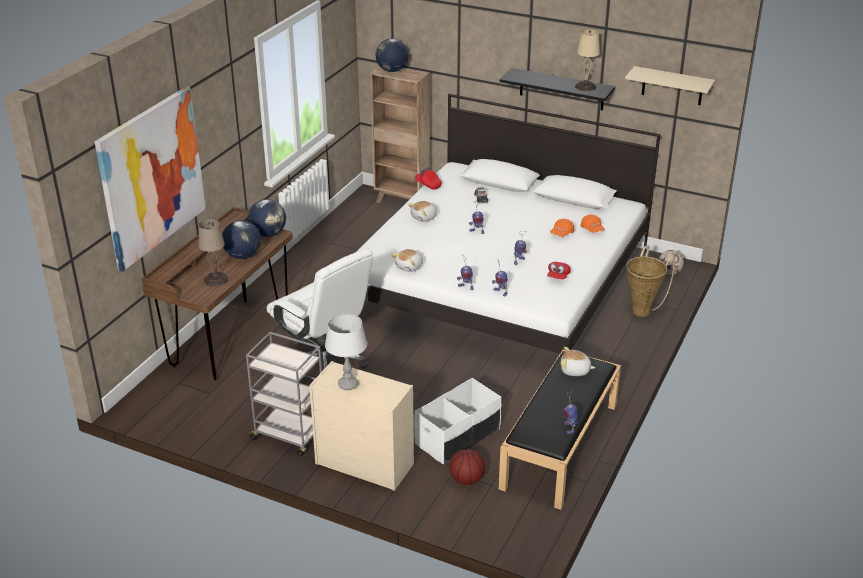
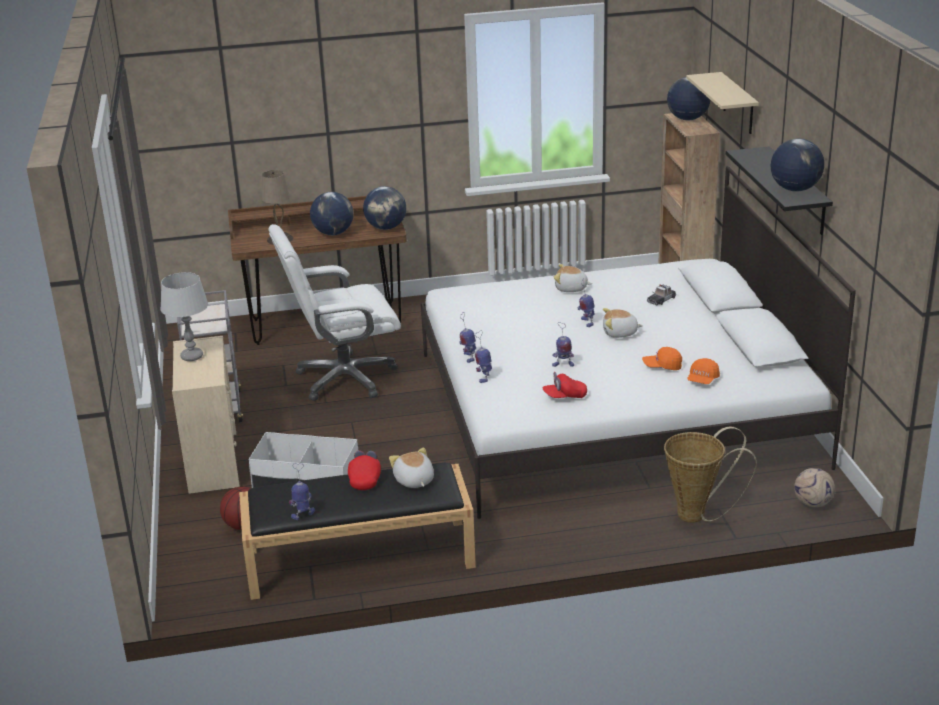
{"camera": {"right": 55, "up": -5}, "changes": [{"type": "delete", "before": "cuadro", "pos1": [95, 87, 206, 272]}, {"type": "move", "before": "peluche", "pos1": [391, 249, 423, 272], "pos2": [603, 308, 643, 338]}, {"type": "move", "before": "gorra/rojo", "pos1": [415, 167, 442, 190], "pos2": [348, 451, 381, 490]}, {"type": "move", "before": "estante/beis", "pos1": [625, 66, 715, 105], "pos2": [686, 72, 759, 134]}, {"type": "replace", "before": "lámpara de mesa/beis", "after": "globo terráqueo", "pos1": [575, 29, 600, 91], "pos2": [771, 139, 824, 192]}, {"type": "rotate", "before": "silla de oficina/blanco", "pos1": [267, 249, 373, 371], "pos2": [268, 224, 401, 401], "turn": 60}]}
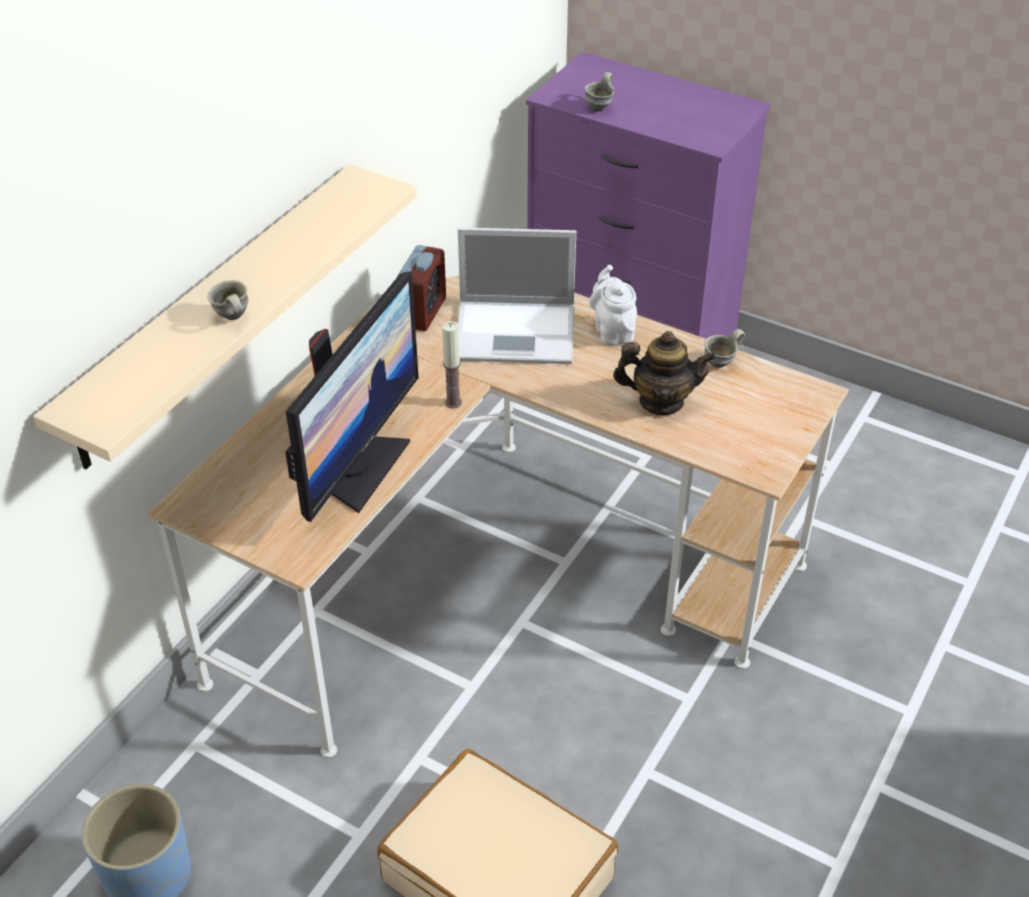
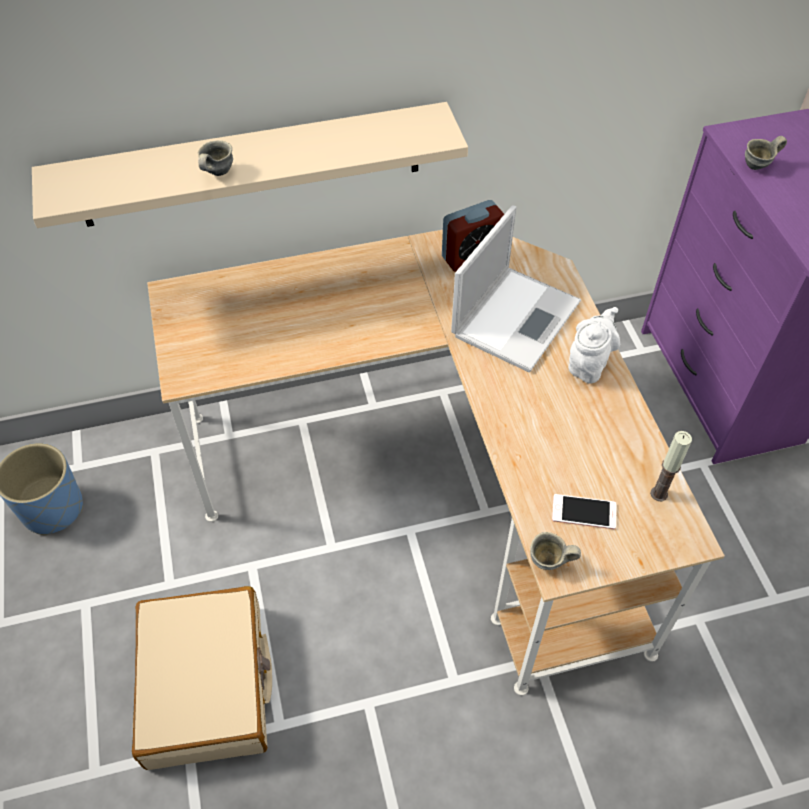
{"camera": {"right": 45, "up": 10}, "changes": [{"type": "delete", "before": "monitor", "pos1": [285, 271, 419, 522]}, {"type": "delete", "before": "tetera", "pos1": [613, 331, 716, 415]}, {"type": "insert", "after": "móvil", "pos2": [552, 494, 617, 529]}, {"type": "move", "before": "vela", "pos1": [442, 321, 462, 409], "pos2": [650, 431, 692, 501]}, {"type": "move", "before": "taza grande/gris", "pos1": [704, 329, 745, 368], "pos2": [530, 532, 581, 570]}, {"type": "rotate", "before": "portátil", "pos1": [457, 227, 576, 364], "pos2": [451, 206, 581, 372], "turn": -105}]}
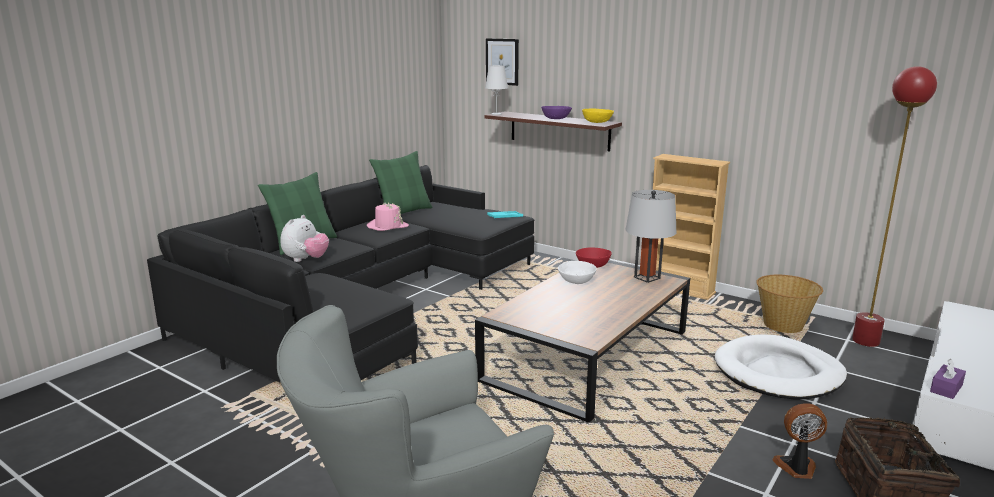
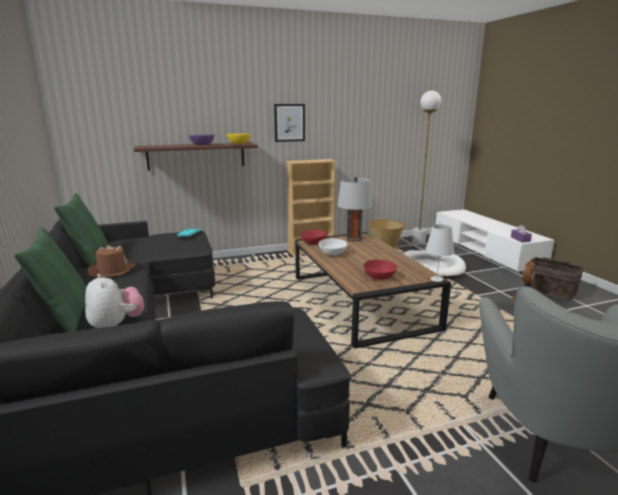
{"camera": {"right": -55, "up": 0}, "changes": [{"type": "insert", "after": "cuenco/rojo", "pos2": [363, 259, 397, 280]}, {"type": "move", "before": "lámpara de mesa/blanco", "pos1": [485, 65, 508, 115], "pos2": [425, 224, 454, 282]}, {"type": "move", "before": "cuadro", "pos1": [486, 38, 519, 86], "pos2": [274, 104, 305, 142]}, {"type": "recolor", "before": "sombrero/rosa", "after": "sombrero/marrón", "pos1": [367, 202, 409, 231], "pos2": [88, 245, 136, 278]}, {"type": "recolor", "before": "lámpara de pie/rojo", "after": "lámpara de pie/blanco", "pos1": [852, 66, 937, 347], "pos2": [412, 91, 441, 245]}]}
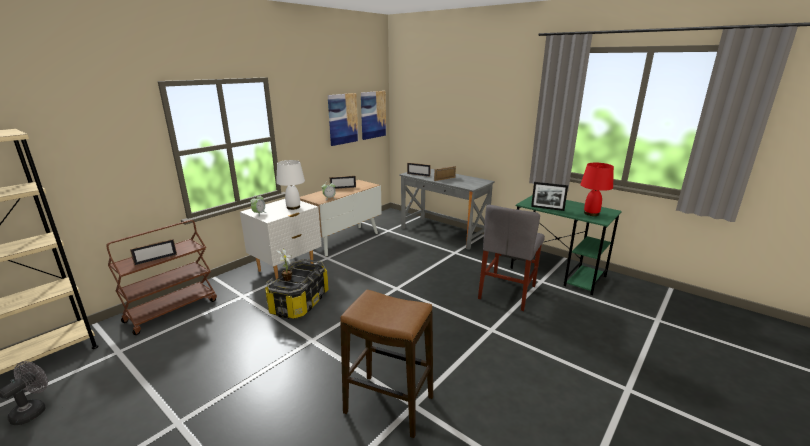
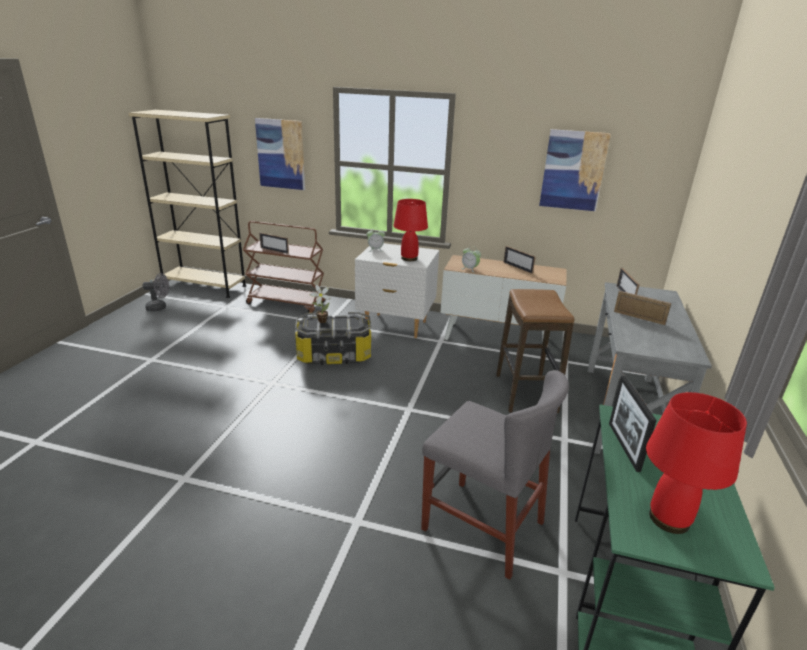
{"camera": {"right": 65, "up": 5}, "changes": [{"type": "move", "before": "taburete", "pos1": [340, 290, 433, 438], "pos2": [496, 289, 574, 413]}, {"type": "move", "before": "cuadro", "pos1": [361, 91, 386, 140], "pos2": [255, 118, 305, 190]}, {"type": "recolor", "before": "lámpara de mesa/blanco", "after": "lámpara de mesa/rojo", "pos1": [276, 160, 305, 210], "pos2": [394, 199, 428, 261]}, {"type": "rotate", "before": "silla/gris", "pos1": [478, 205, 545, 311], "pos2": [421, 370, 569, 580], "turn": -150}]}
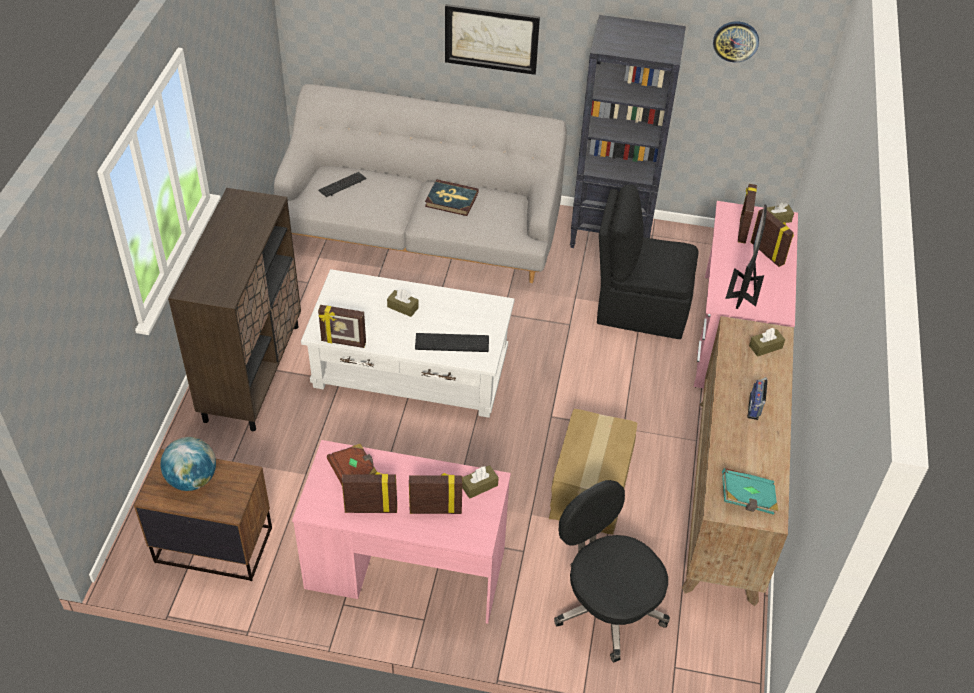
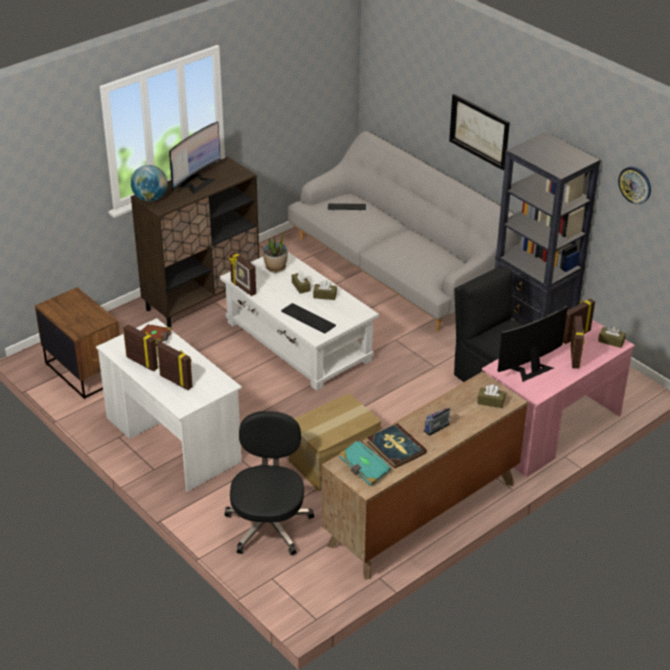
{"camera": {"right": 40, "up": -10}, "changes": [{"type": "insert", "after": "monitor", "pos2": [169, 122, 220, 194]}, {"type": "insert", "after": "planta en maceta", "pos2": [263, 232, 288, 273]}, {"type": "move", "before": "globo terráqueo", "pos1": [160, 437, 216, 491], "pos2": [131, 165, 168, 202]}, {"type": "move", "before": "libro", "pos1": [425, 179, 479, 216], "pos2": [367, 423, 426, 469]}, {"type": "move", "before": "caja de pañuelos/marrón", "pos1": [462, 465, 499, 499], "pos2": [313, 280, 337, 300]}, {"type": "recolor", "before": "escritorio/rosa", "after": "escritorio/blanco", "pos1": [292, 440, 511, 624], "pos2": [96, 318, 242, 492]}]}
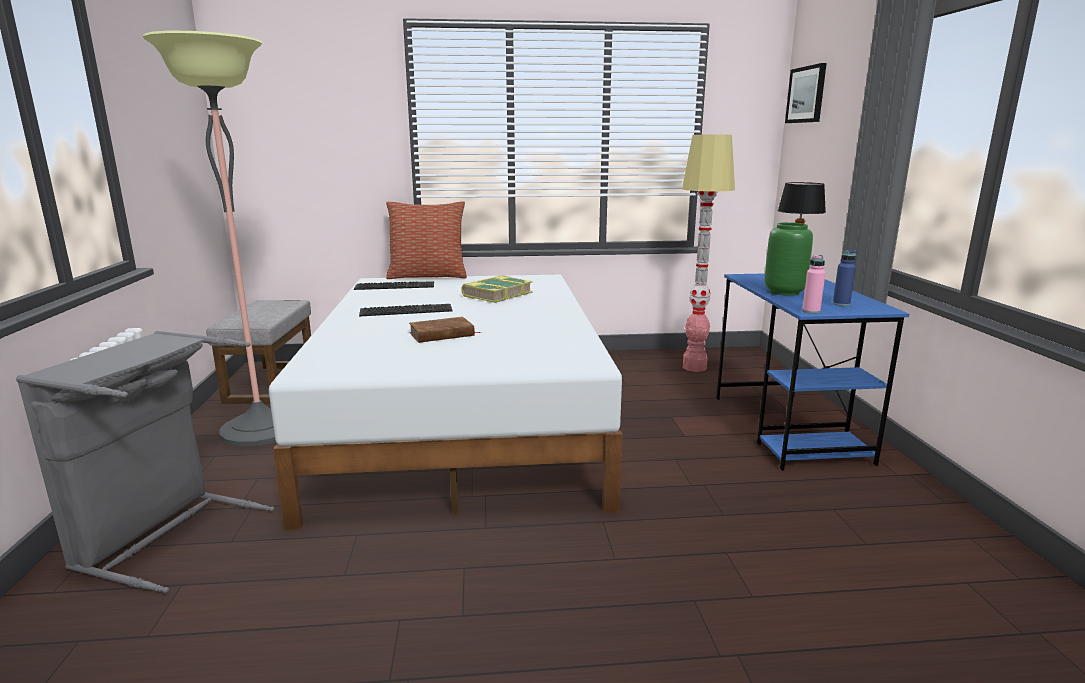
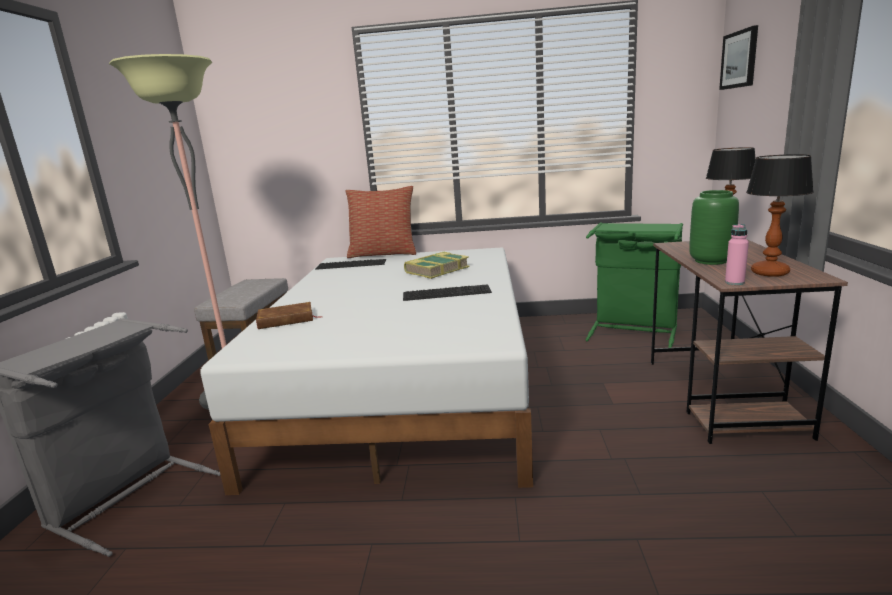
{"camera": {"right": 10, "up": 0}, "changes": [{"type": "move", "before": "teclado", "pos1": [359, 304, 452, 317], "pos2": [403, 284, 492, 301]}, {"type": "move", "before": "libro/marrón", "pos1": [409, 317, 481, 343], "pos2": [256, 302, 323, 329]}, {"type": "replace", "before": "lámpara de pie", "after": "cesto de la ropa/verde", "pos1": [682, 135, 735, 372], "pos2": [586, 222, 683, 348]}, {"type": "replace", "before": "botella/azul", "after": "lámpara de mesa", "pos1": [833, 250, 857, 306], "pos2": [746, 154, 814, 277]}, {"type": "recolor", "before": "escritorio/azul", "after": "escritorio/marrón", "pos1": [716, 273, 909, 471], "pos2": [651, 240, 848, 444]}]}
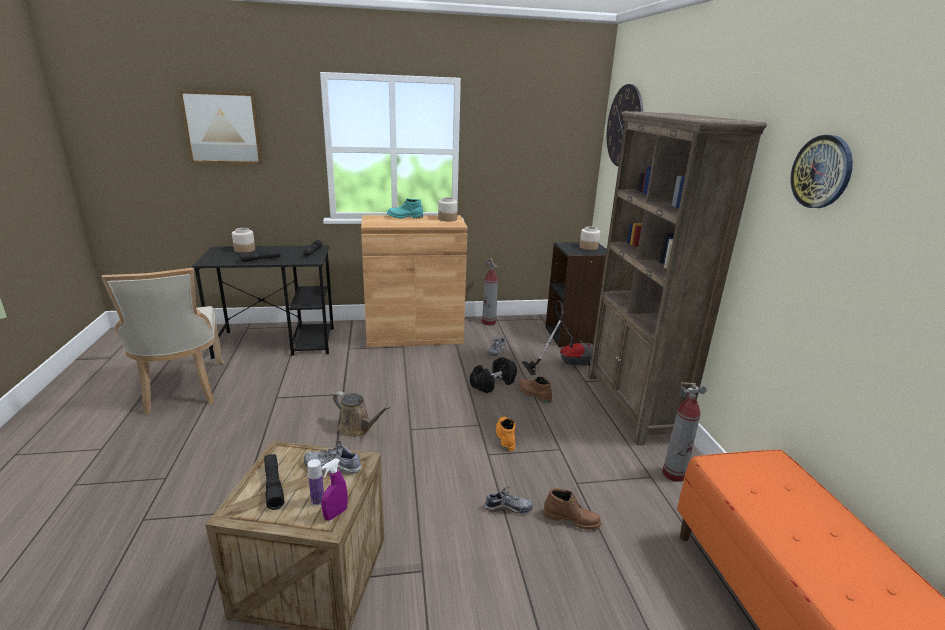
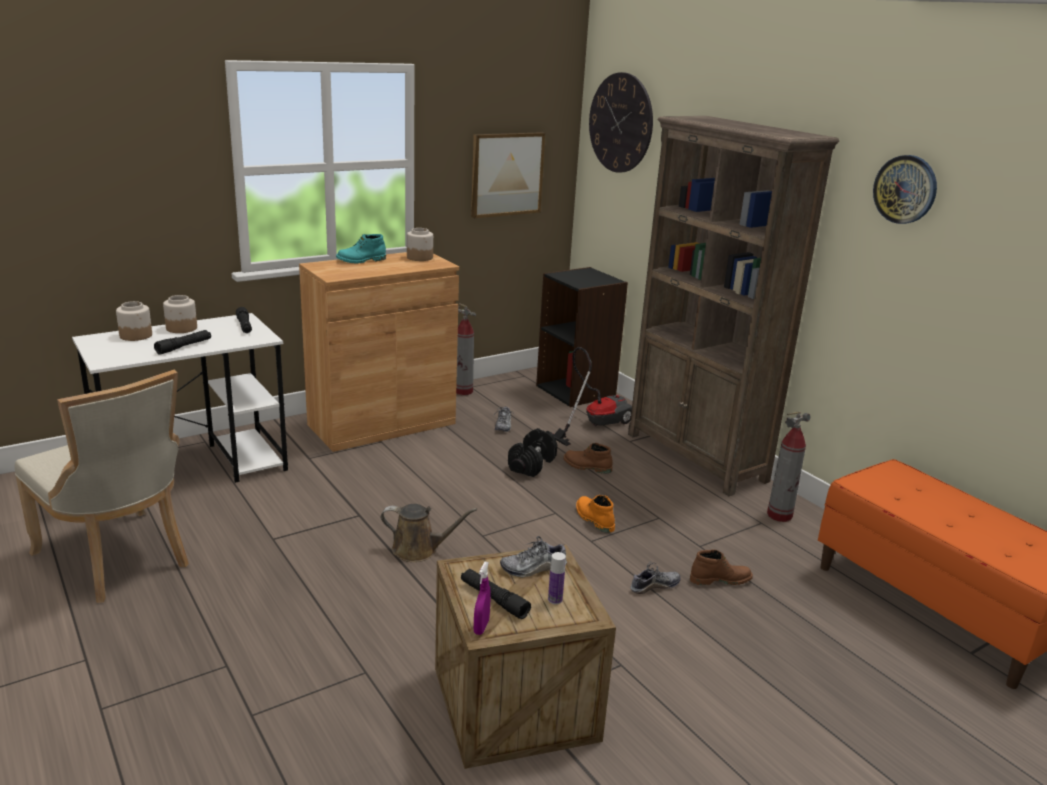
{"camera": {"right": -25, "up": 0}, "changes": [{"type": "move", "before": "cuadro", "pos1": [179, 90, 263, 164], "pos2": [471, 132, 545, 218]}, {"type": "move", "before": "pulverizador/morado", "pos1": [321, 459, 348, 521], "pos2": [474, 562, 491, 635]}, {"type": "move", "before": "tarro", "pos1": [579, 226, 600, 250], "pos2": [163, 295, 197, 333]}, {"type": "recolor", "before": "escritorio/negro", "after": "escritorio/blanco", "pos1": [192, 245, 334, 359], "pos2": [72, 313, 288, 483]}]}
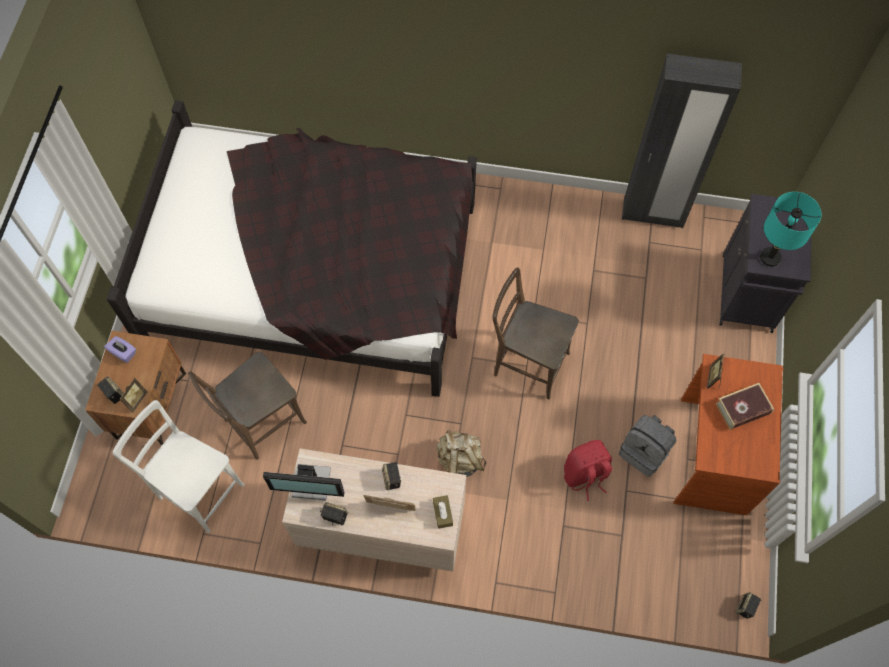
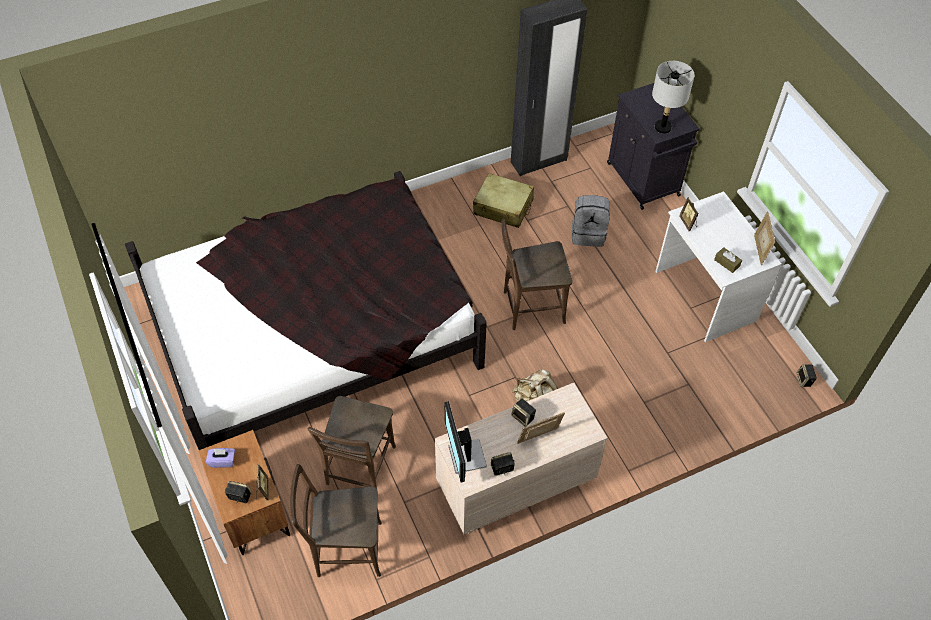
{"camera": {"right": -35, "up": -10}, "changes": [{"type": "delete", "before": "mochila/rojo", "pos1": [564, 440, 612, 501]}, {"type": "delete", "before": "libro", "pos1": [716, 383, 774, 430]}, {"type": "insert", "after": "maleta/beis", "pos2": [473, 173, 534, 228]}, {"type": "insert", "after": "portarretratos", "pos2": [754, 211, 775, 265]}, {"type": "move", "before": "caja de pañuelos/marrón", "pos1": [433, 495, 453, 529], "pos2": [714, 247, 742, 273]}, {"type": "move", "before": "mochila/gris", "pos1": [619, 415, 676, 477], "pos2": [572, 195, 610, 247]}, {"type": "recolor", "before": "silla/blanco", "after": "silla/marrón", "pos1": [113, 400, 245, 533], "pos2": [290, 464, 382, 577]}, {"type": "recolor", "before": "escritorio/marrón", "after": "escritorio/blanco", "pos1": [674, 354, 783, 515], "pos2": [655, 191, 782, 342]}, {"type": "recolor", "before": "lámpara de mesa/turquesa", "after": "lámpara de mesa/gris", "pos1": [760, 192, 821, 267], "pos2": [652, 61, 694, 134]}, {"type": "rotate", "before": "monitor", "pos1": [263, 464, 345, 500], "pos2": [445, 401, 487, 483], "turn": 105}]}
